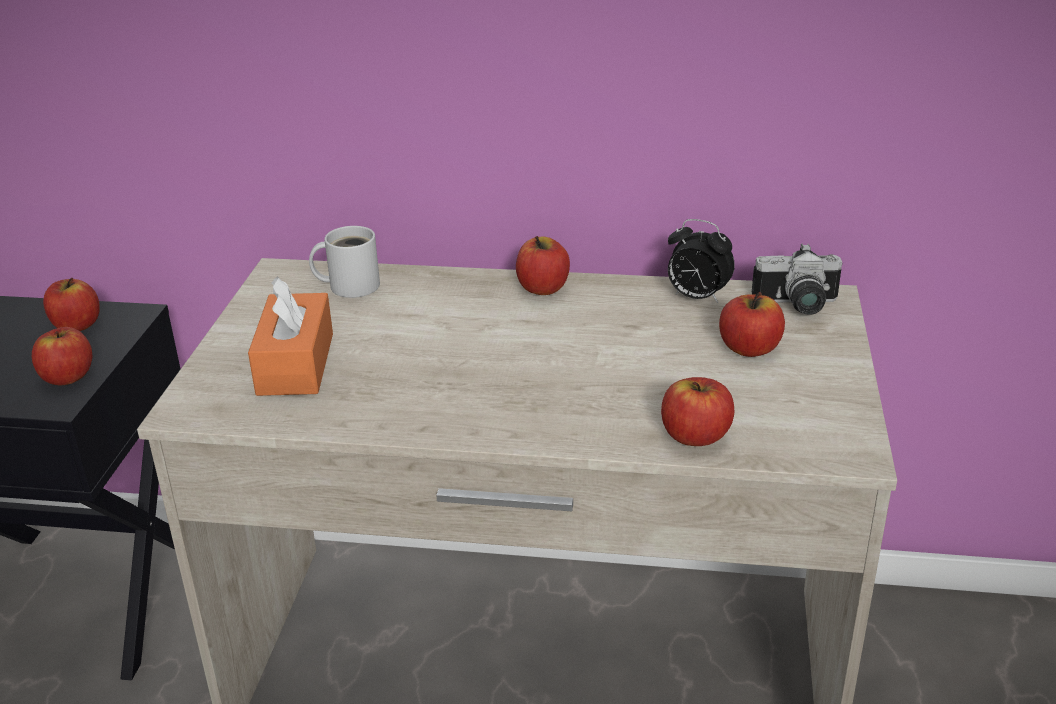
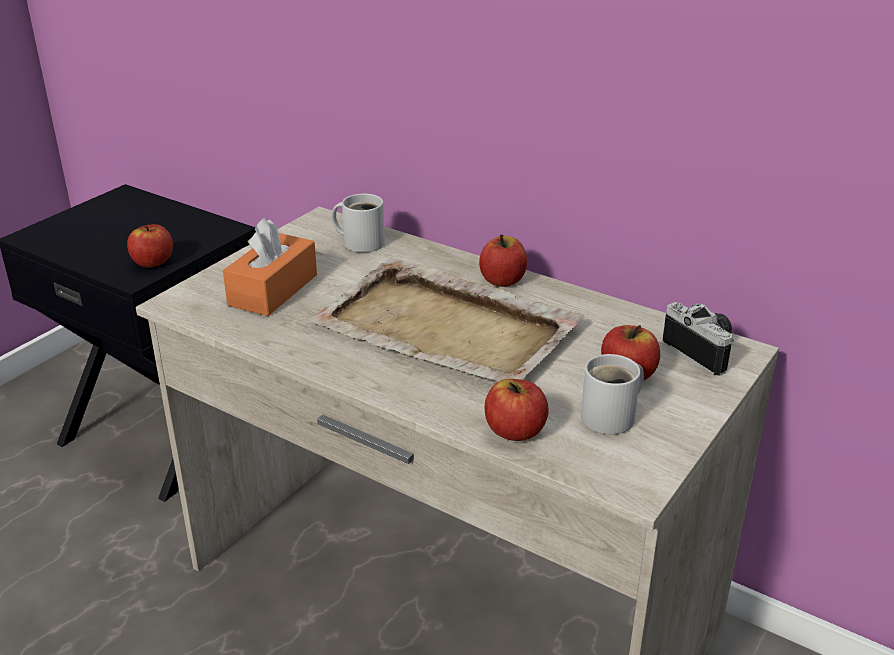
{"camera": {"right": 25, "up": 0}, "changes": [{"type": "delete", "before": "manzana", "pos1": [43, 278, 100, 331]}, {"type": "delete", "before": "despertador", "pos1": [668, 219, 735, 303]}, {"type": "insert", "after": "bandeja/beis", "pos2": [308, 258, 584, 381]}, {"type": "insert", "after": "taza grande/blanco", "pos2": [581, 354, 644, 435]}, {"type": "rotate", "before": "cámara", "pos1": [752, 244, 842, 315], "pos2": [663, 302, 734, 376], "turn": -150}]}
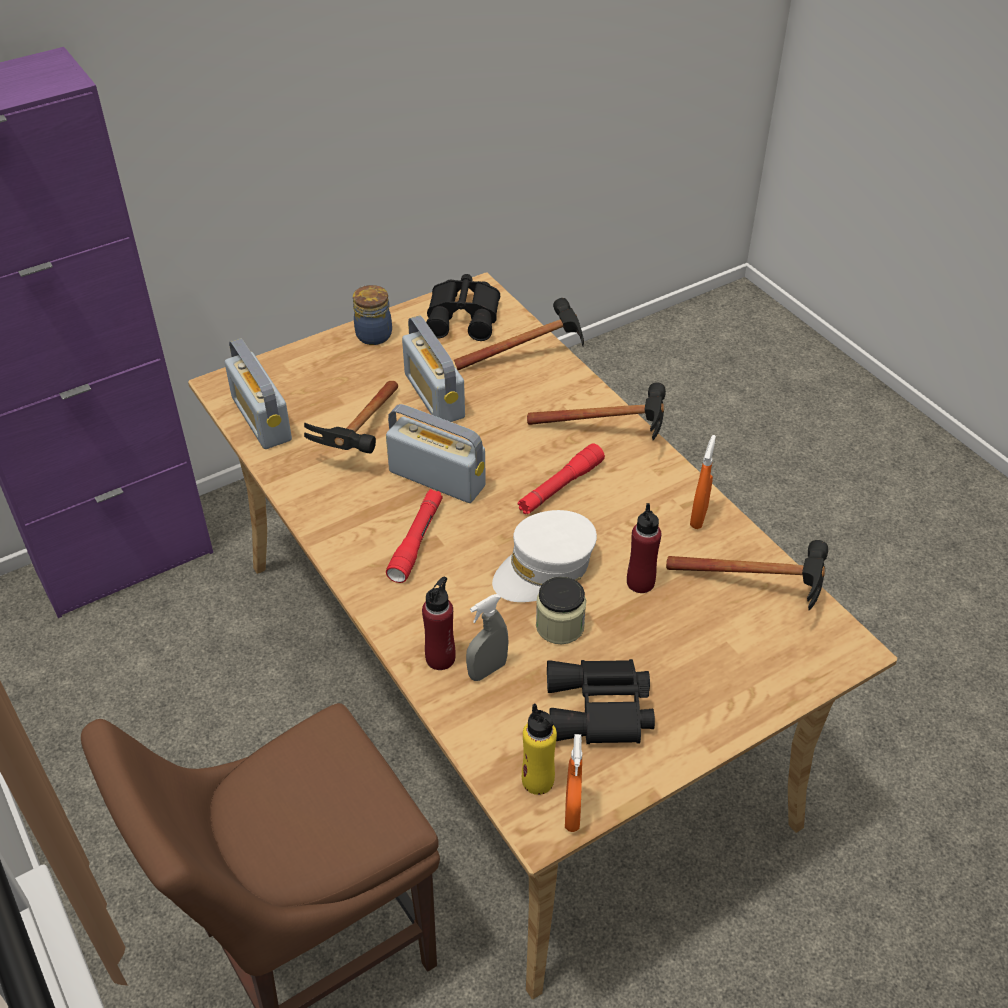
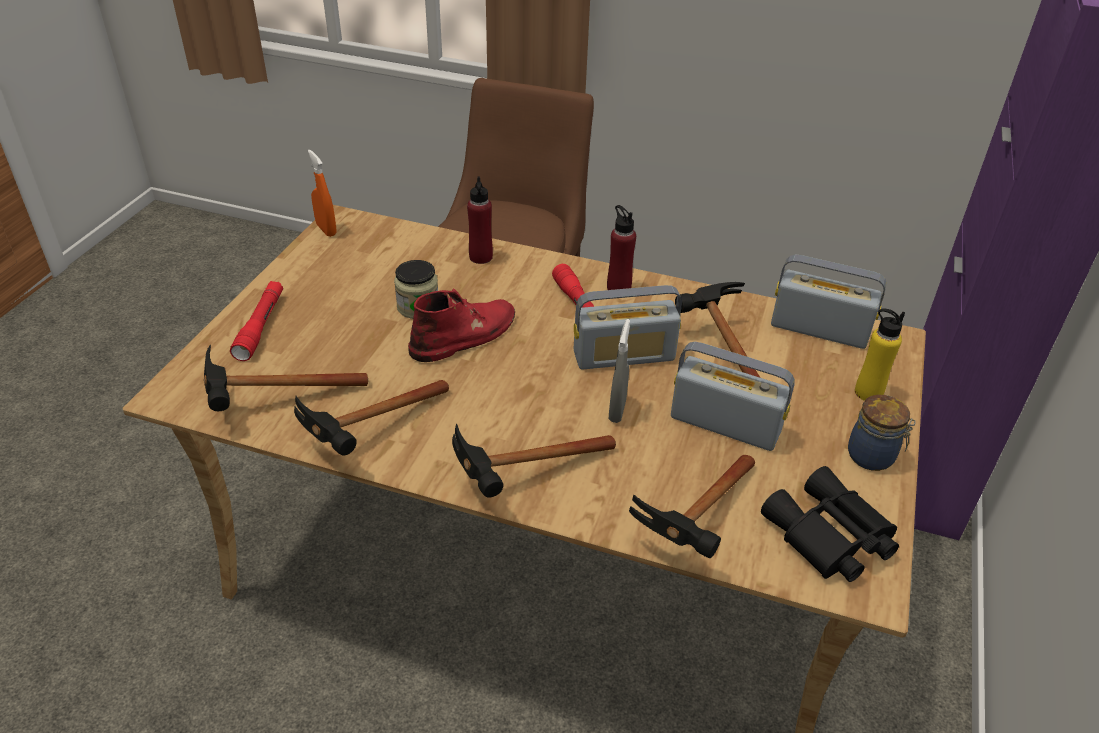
{"camera": {"right": 140, "up": -5}, "changes": [{"type": "delete", "before": "prismáticos/negro", "pos1": [547, 659, 655, 744]}, {"type": "move", "before": "pulverizador/gris", "pos1": [466, 594, 509, 681], "pos2": [609, 319, 630, 423]}, {"type": "move", "before": "linterna/rojo", "pos1": [518, 443, 605, 514], "pos2": [230, 281, 283, 361]}, {"type": "move", "before": "botella/amarillo", "pos1": [522, 704, 557, 795], "pos2": [855, 308, 905, 401]}, {"type": "move", "before": "botella/rojo", "pos1": [627, 503, 661, 593], "pos2": [607, 205, 636, 290]}, {"type": "replace", "before": "gorra/blanco", "after": "bota/rojo", "pos1": [492, 510, 597, 602], "pos2": [408, 288, 515, 362]}, {"type": "replace", "before": "pulverizador/naranja", "after": "martillo", "pos1": [690, 435, 716, 529], "pos2": [294, 380, 449, 456]}]}
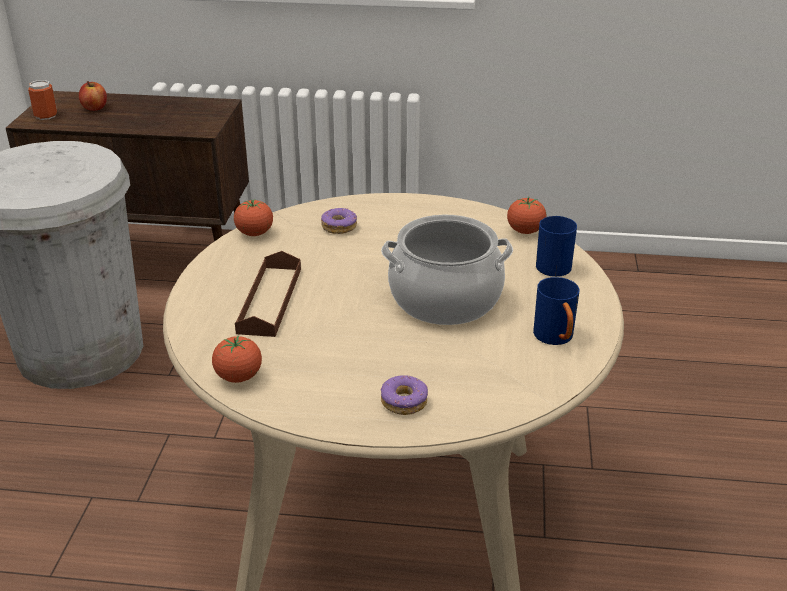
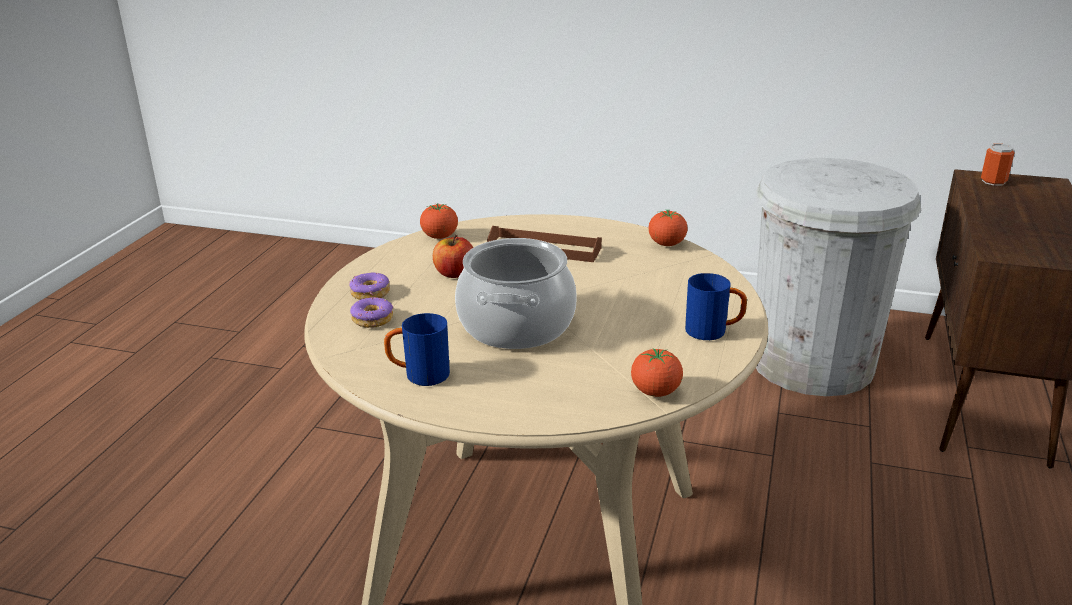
{"camera": {"right": 100, "up": -5}, "changes": [{"type": "move", "before": "manzana", "pos1": [79, 81, 107, 111], "pos2": [433, 235, 473, 278]}, {"type": "move", "before": "rosquilla", "pos1": [321, 208, 357, 234], "pos2": [350, 297, 394, 328]}, {"type": "move", "before": "taza grande/azul", "pos1": [536, 216, 577, 277], "pos2": [685, 273, 747, 340]}]}
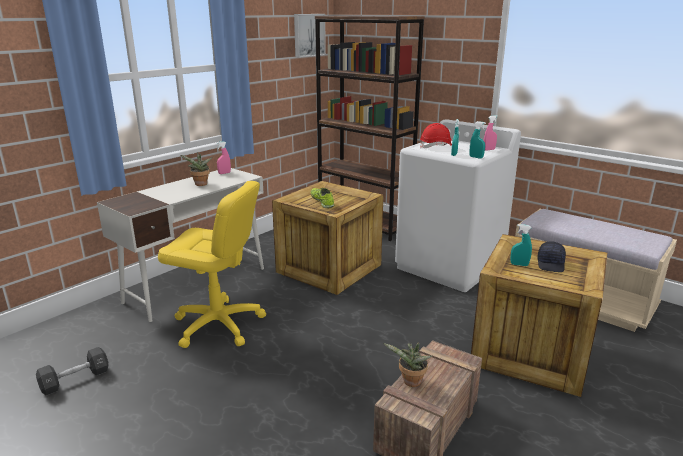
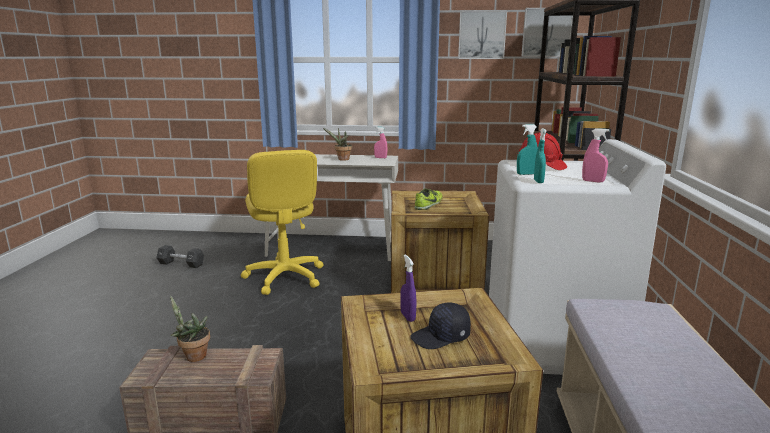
{"camera": {"right": 55, "up": -5}, "changes": [{"type": "insert", "after": "cuadro", "pos2": [458, 10, 507, 59]}, {"type": "recolor", "before": "pulverizador/turquesa", "after": "pulverizador/morado", "pos1": [511, 224, 532, 266], "pos2": [400, 255, 416, 322]}]}
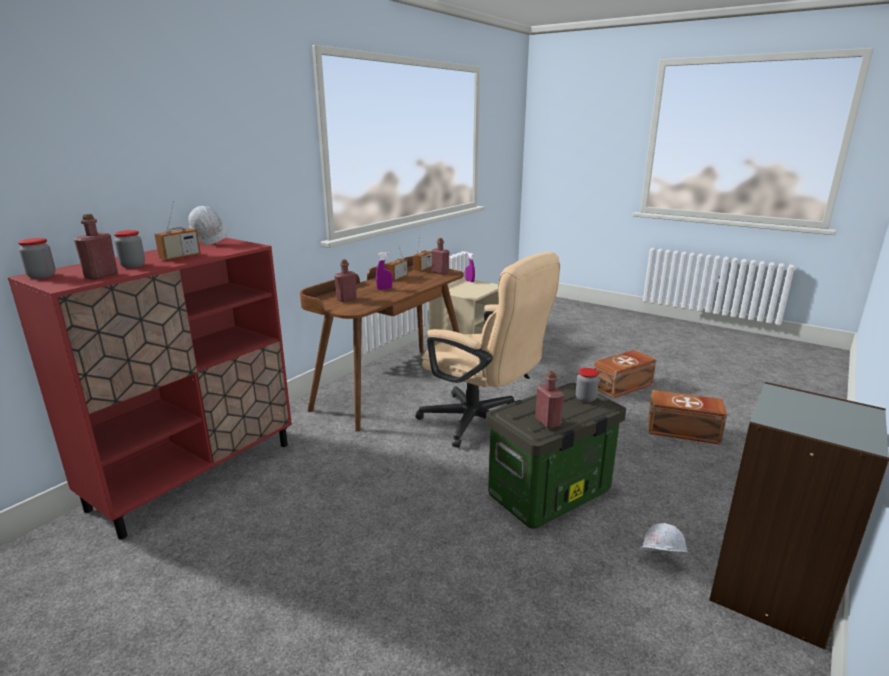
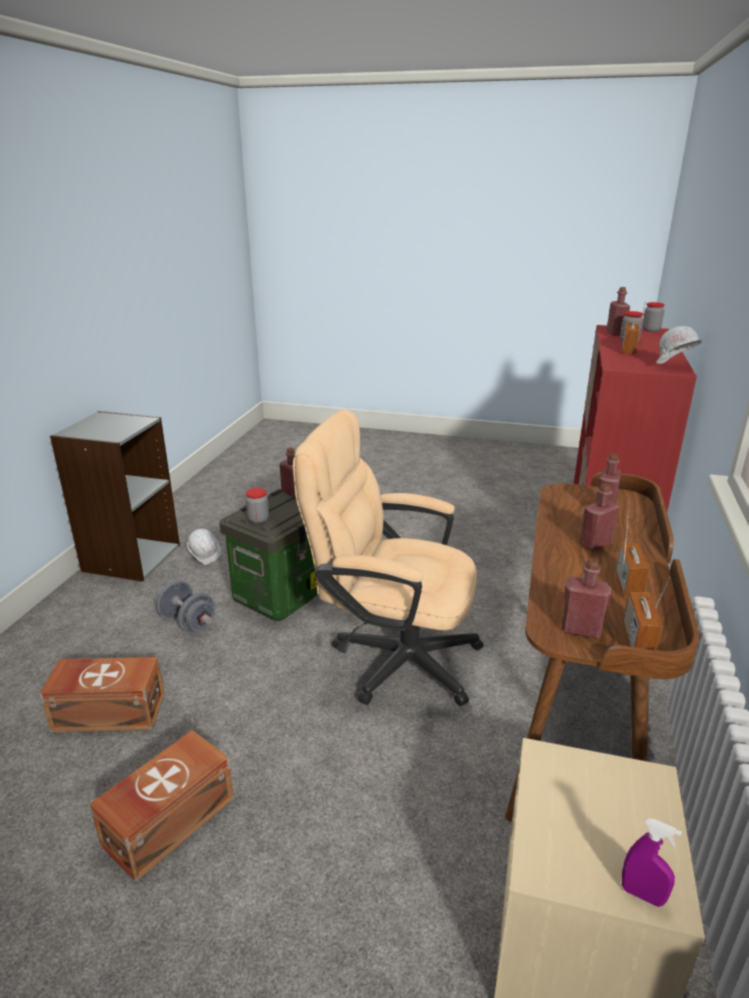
{"camera": {"right": 160, "up": 5}, "changes": [{"type": "insert", "after": "mancuerna/gris", "pos2": [156, 580, 215, 634]}, {"type": "replace", "before": "pulverizador/morado", "after": "botella/rojo", "pos1": [376, 252, 392, 290], "pos2": [580, 483, 619, 552]}]}
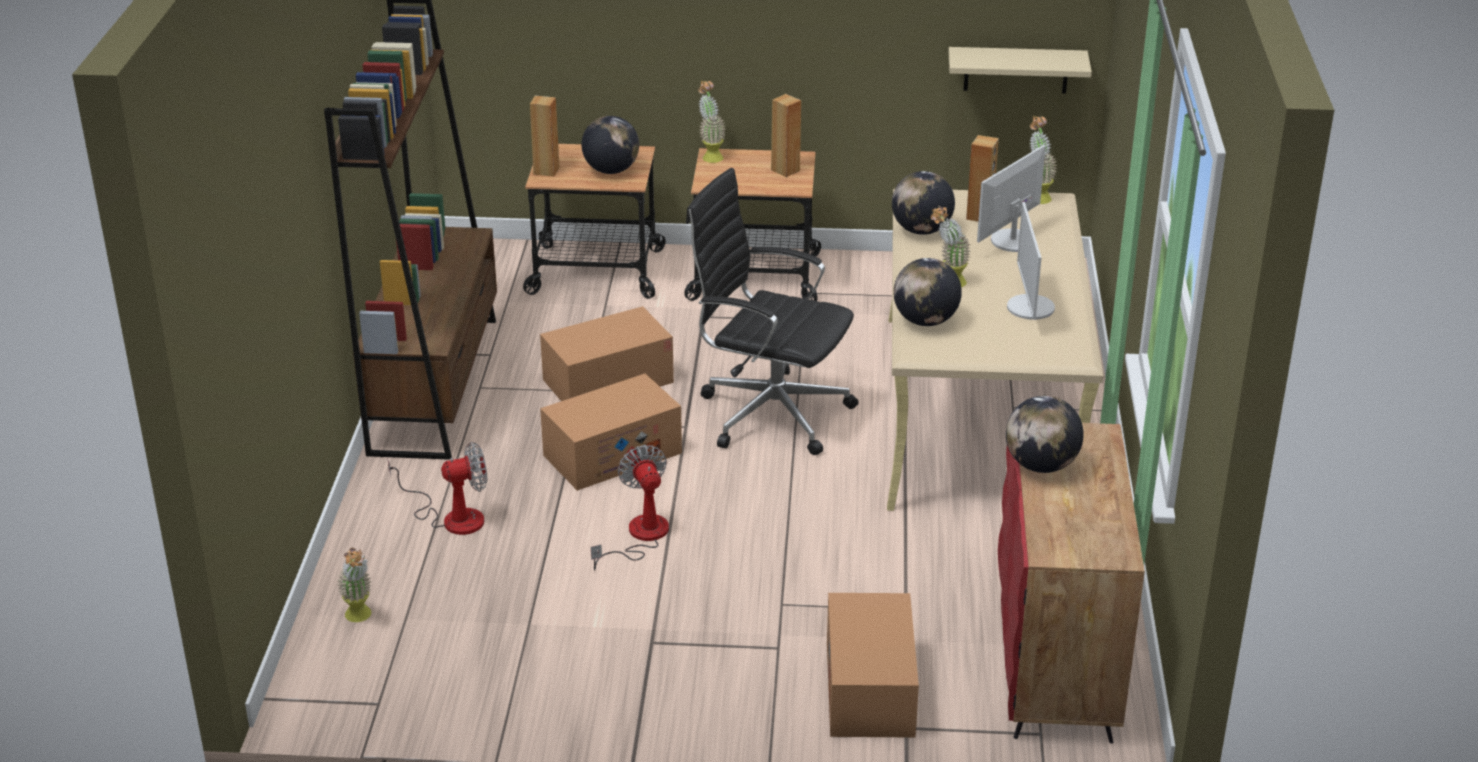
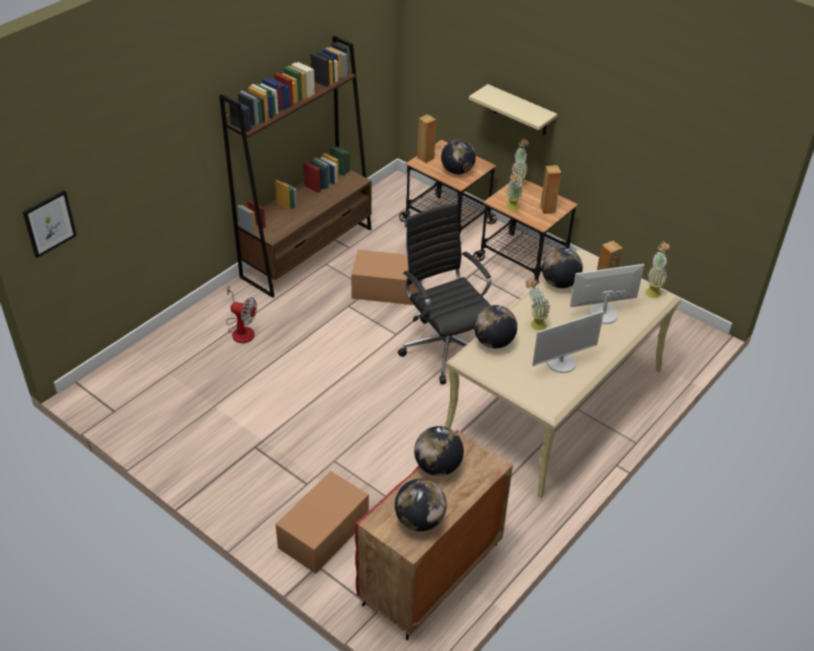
{"camera": {"right": 35, "up": 10}, "changes": [{"type": "delete", "before": "caja de cartón", "pos1": [540, 374, 682, 491]}, {"type": "delete", "before": "ventilador", "pos1": [591, 445, 669, 570]}, {"type": "insert", "after": "cuadro", "pos2": [23, 190, 77, 258]}, {"type": "insert", "after": "globo terráqueo", "pos2": [395, 479, 447, 531]}, {"type": "move", "before": "planta en maceta", "pos1": [336, 548, 372, 622], "pos2": [506, 172, 523, 211]}, {"type": "move", "before": "estante/beis", "pos1": [948, 47, 1092, 93], "pos2": [469, 84, 558, 135]}, {"type": "rotate", "before": "monitor", "pos1": [1007, 202, 1055, 320], "pos2": [532, 311, 604, 373], "turn": -150}]}
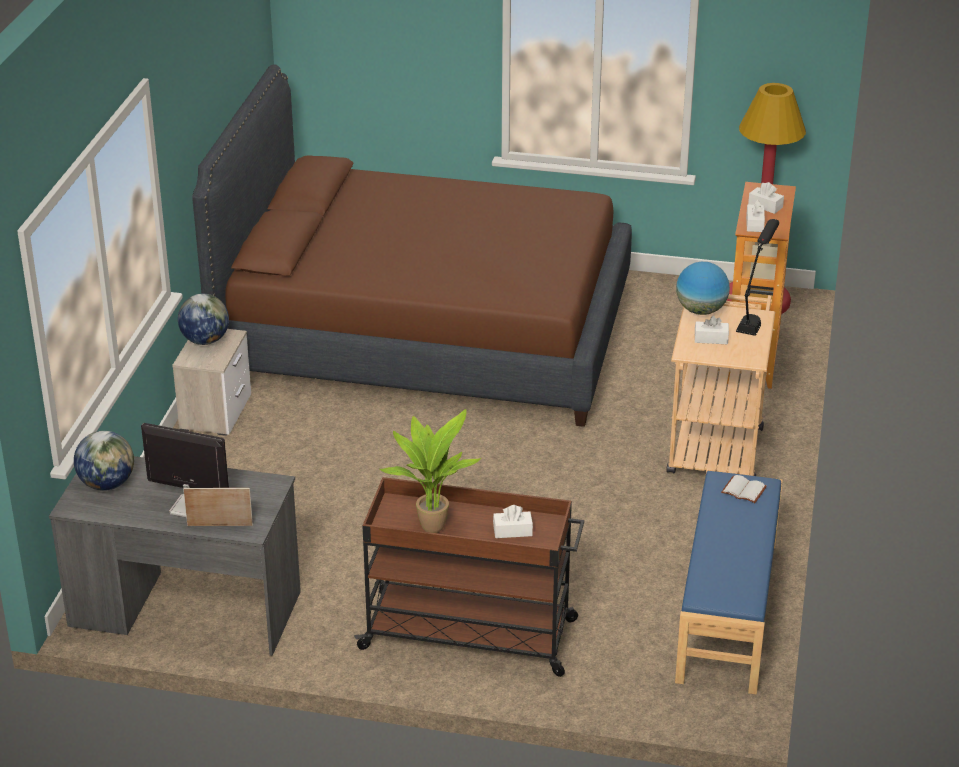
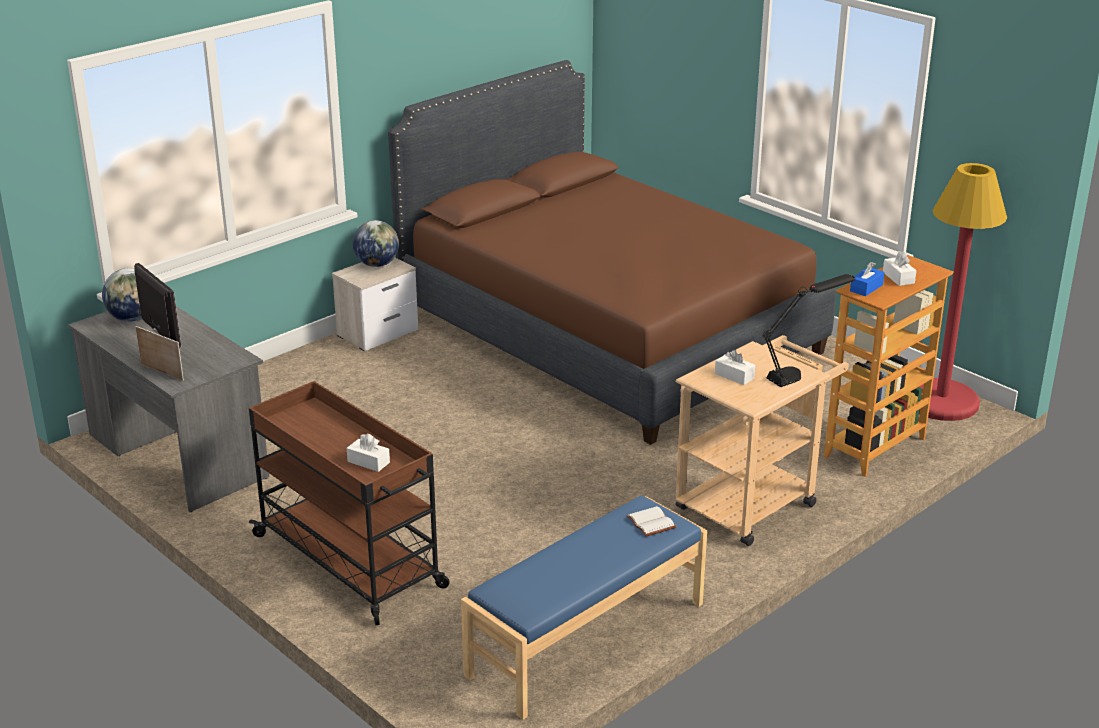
{"camera": {"right": 35, "up": -5}, "changes": [{"type": "delete", "before": "planta en maceta", "pos1": [380, 409, 481, 533]}, {"type": "delete", "before": "globo terráqueo", "pos1": [676, 262, 730, 315]}, {"type": "recolor", "before": "caja de pañuelos/blanco", "after": "caja de pañuelos/azul", "pos1": [746, 200, 765, 232], "pos2": [850, 262, 884, 296]}]}
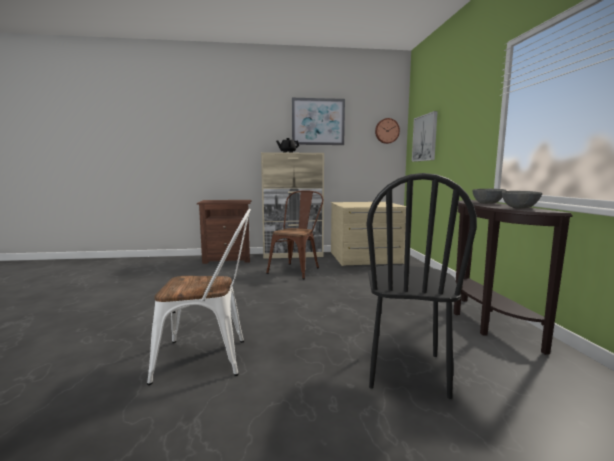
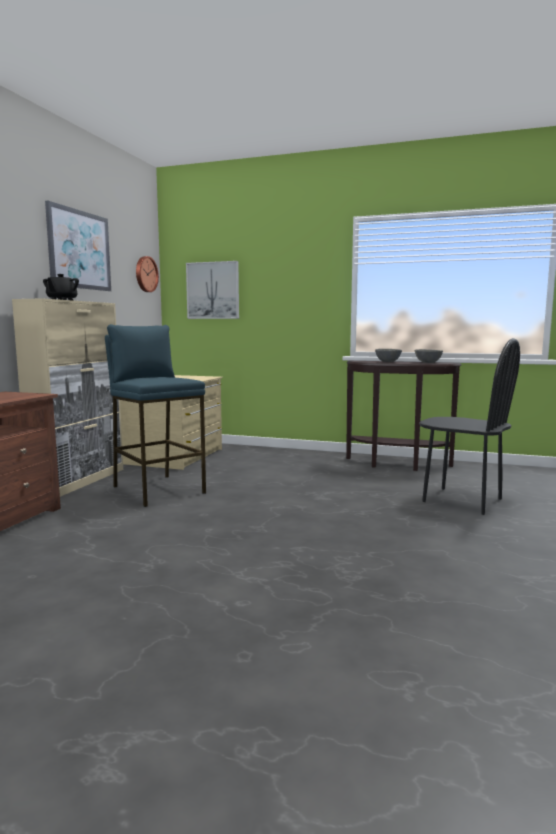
{"camera": {"right": -65, "up": 0}, "changes": [{"type": "delete", "before": "silla/blanco", "pos1": [147, 209, 251, 385]}, {"type": "replace", "before": "silla/marrón", "after": "taburete/azul", "pos1": [266, 190, 323, 279], "pos2": [105, 324, 206, 507]}]}
